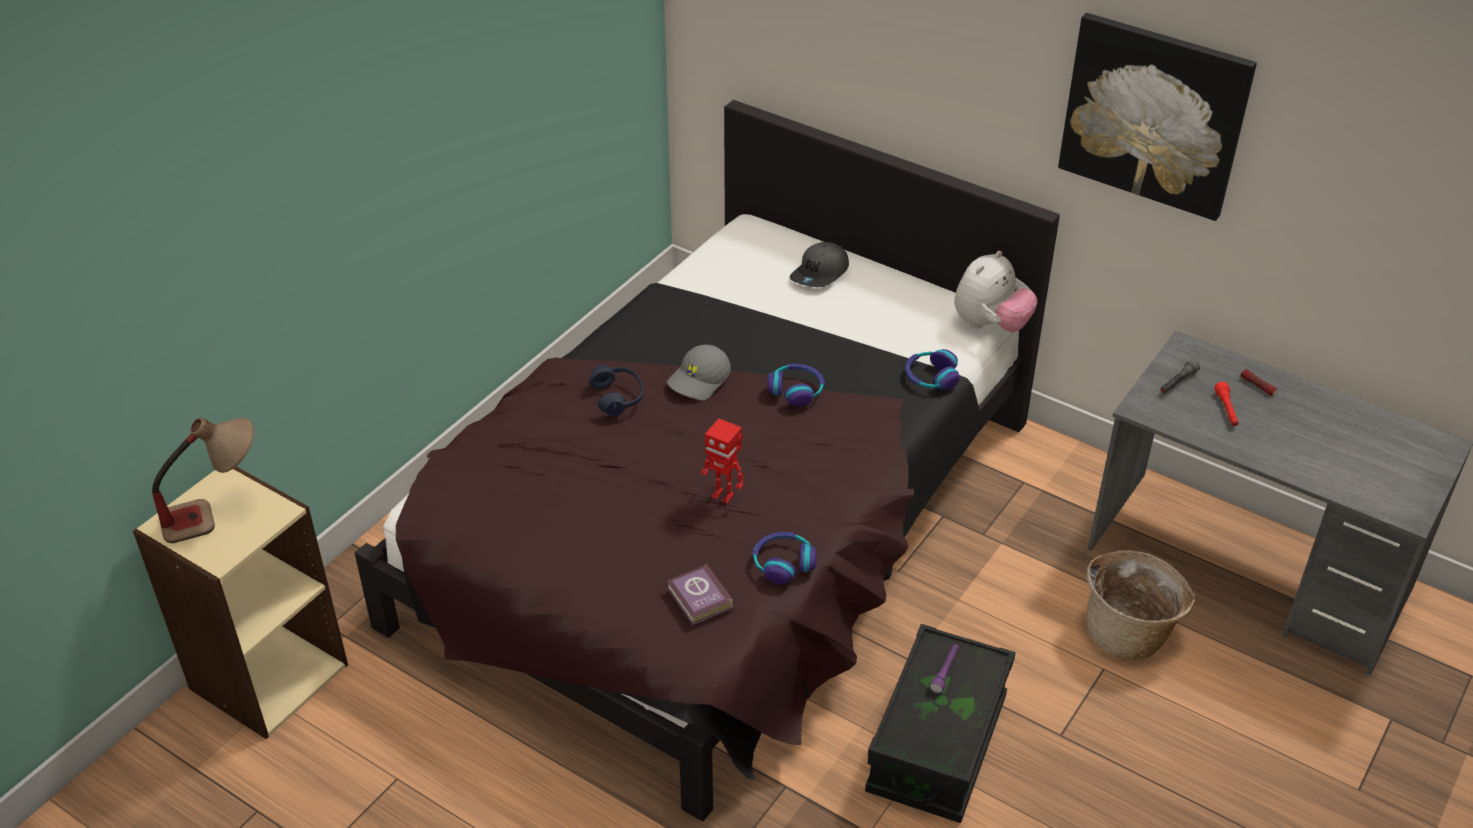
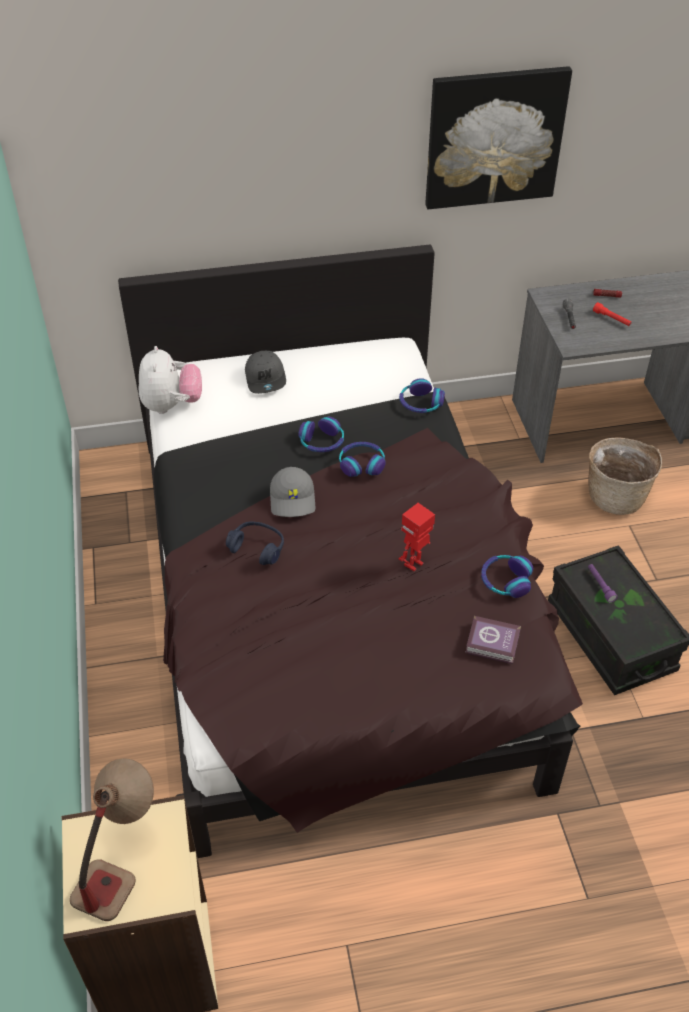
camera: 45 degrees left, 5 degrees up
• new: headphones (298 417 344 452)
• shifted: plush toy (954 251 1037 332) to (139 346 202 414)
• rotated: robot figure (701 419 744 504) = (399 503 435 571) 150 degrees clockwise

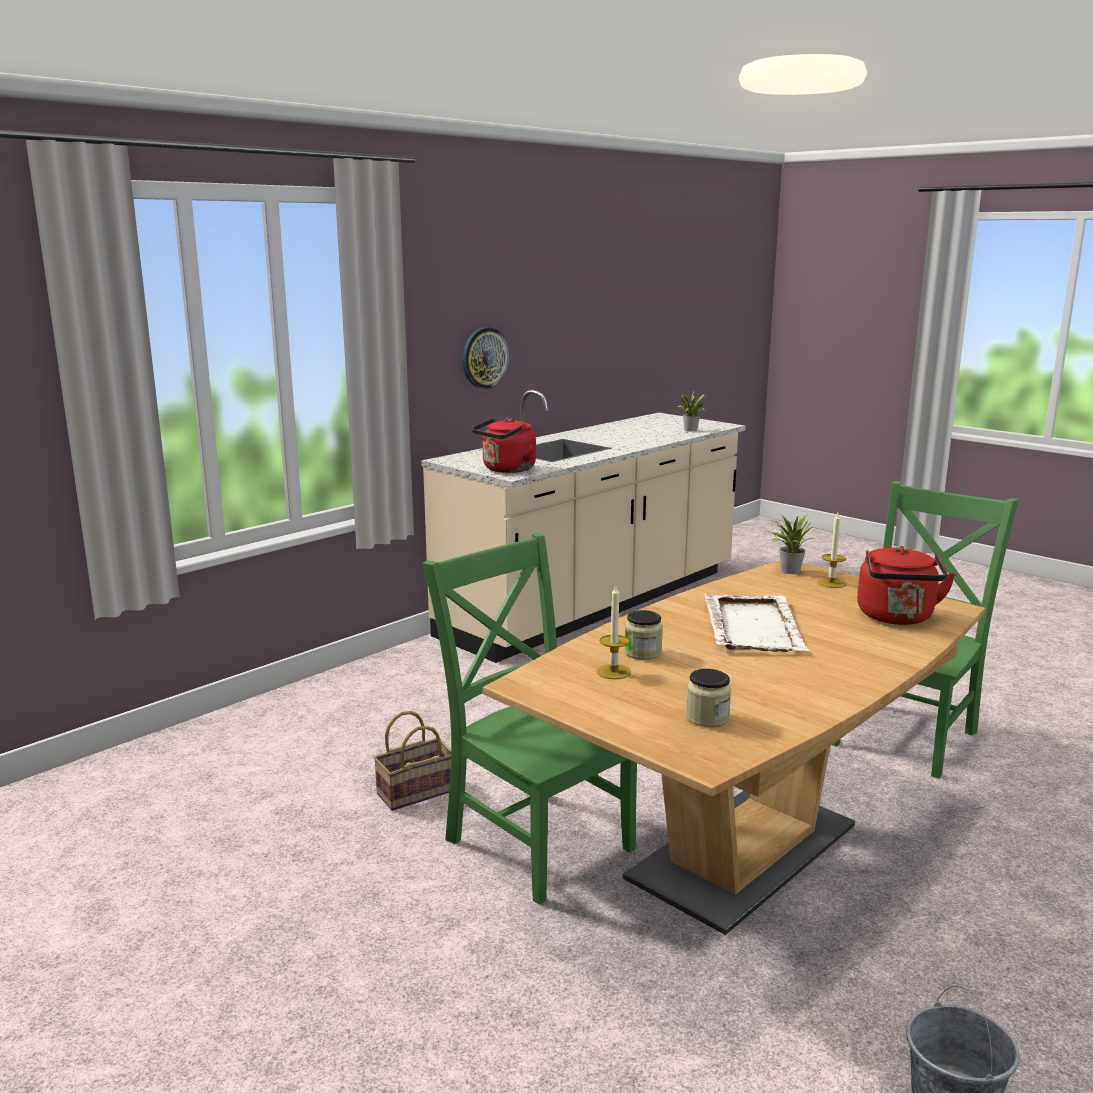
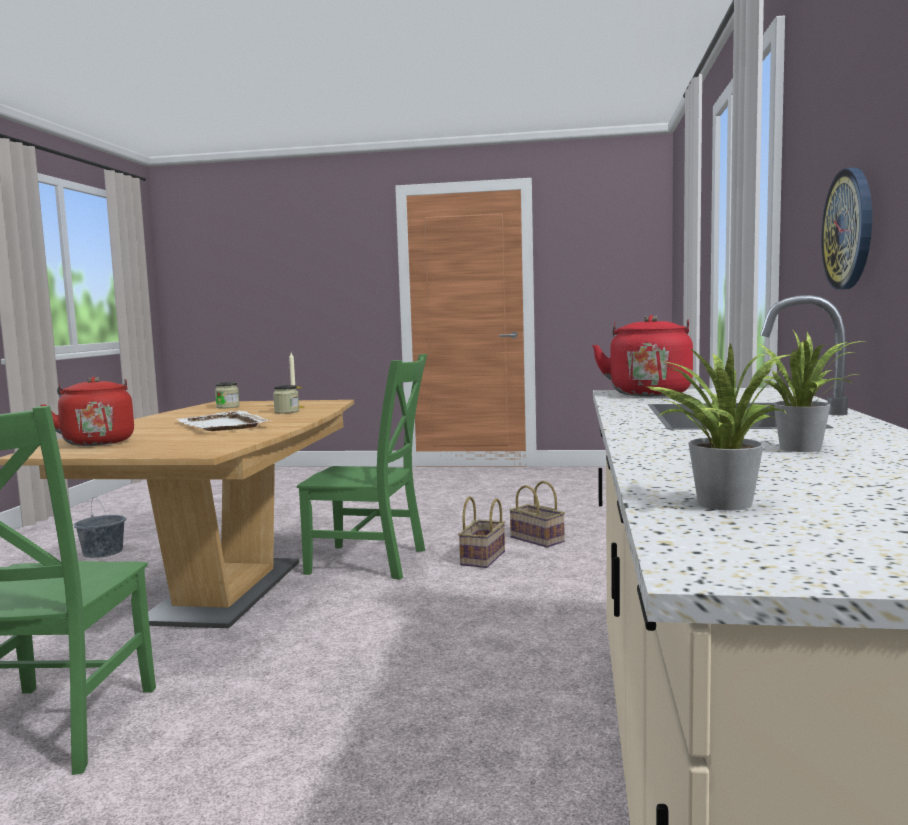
camera: 145 degrees right, 10 degrees down
• gone: candle (817 513 846 588)
• new: storage basket (509 481 565 548)
• shifted: potted plant (766 514 815 574) to (758 329 865 452)

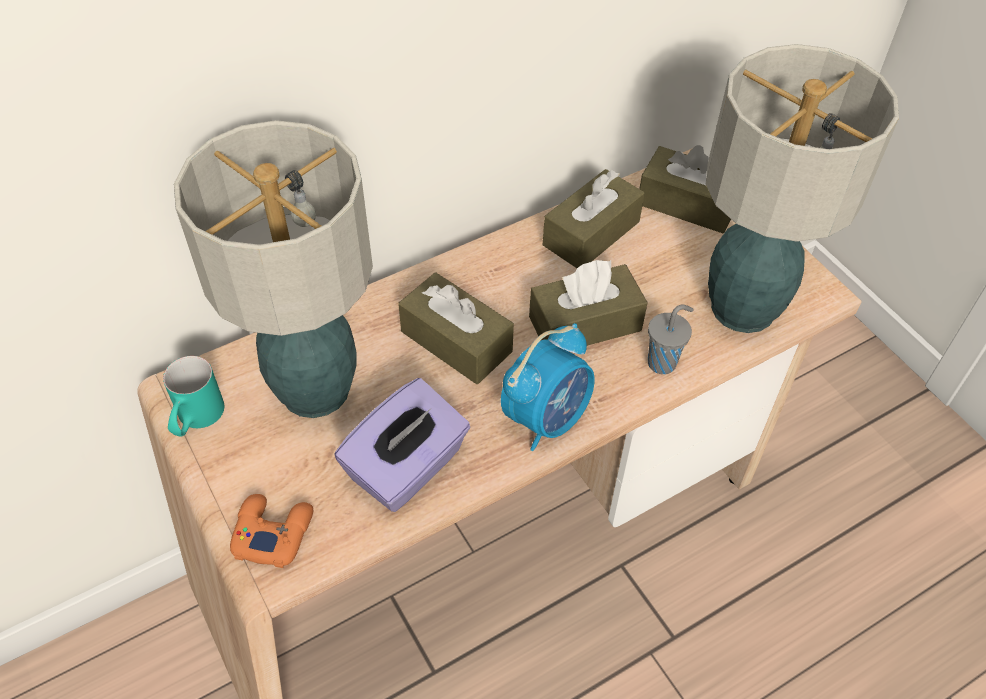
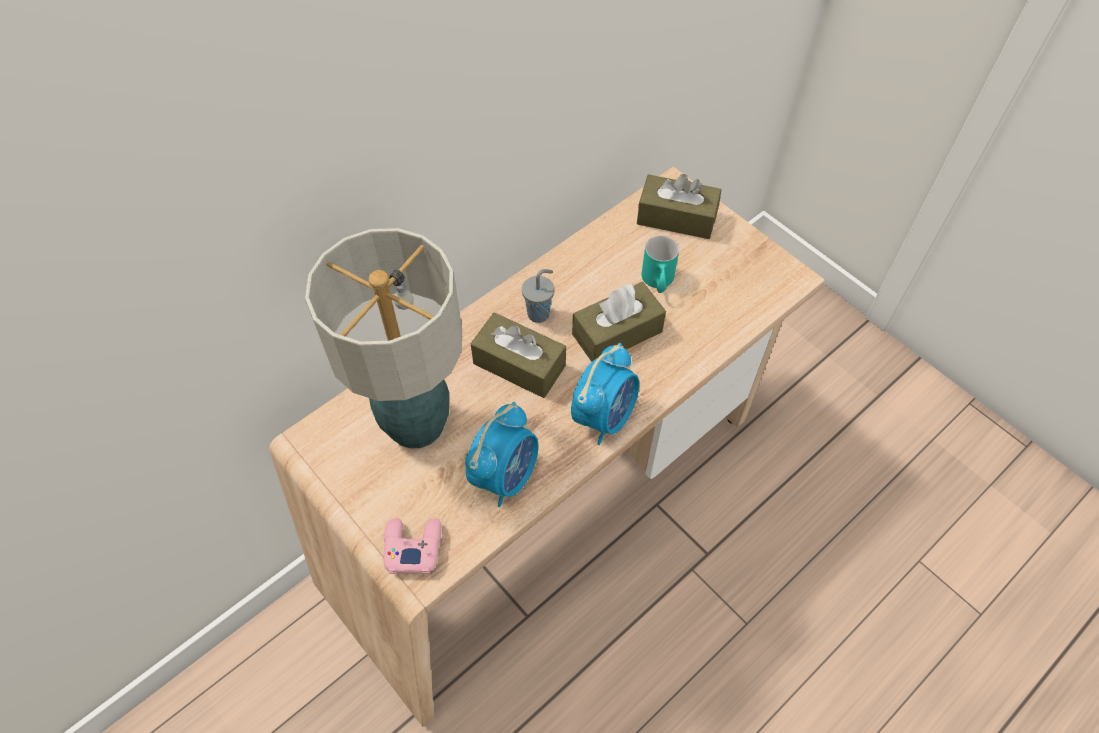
camera: 10 degrees left, 5 degrees up
• gone: brown box of tissues (543 169 645 268)
• gone: tabletop lamp (706 44 899 333)
• shifted: blue-green tea mug (163 356 224 436) to (641 235 679 293)
• shifted: grey small cup (648 304 694 374) to (522 269 555 323)
• swapped: purplish box of tissues (334 378 471 512) to table clock (465 402 538 507)
• repainted: orange gamepad (230 494 313 568) to pink-coloured gamepad (384 518 442 574)

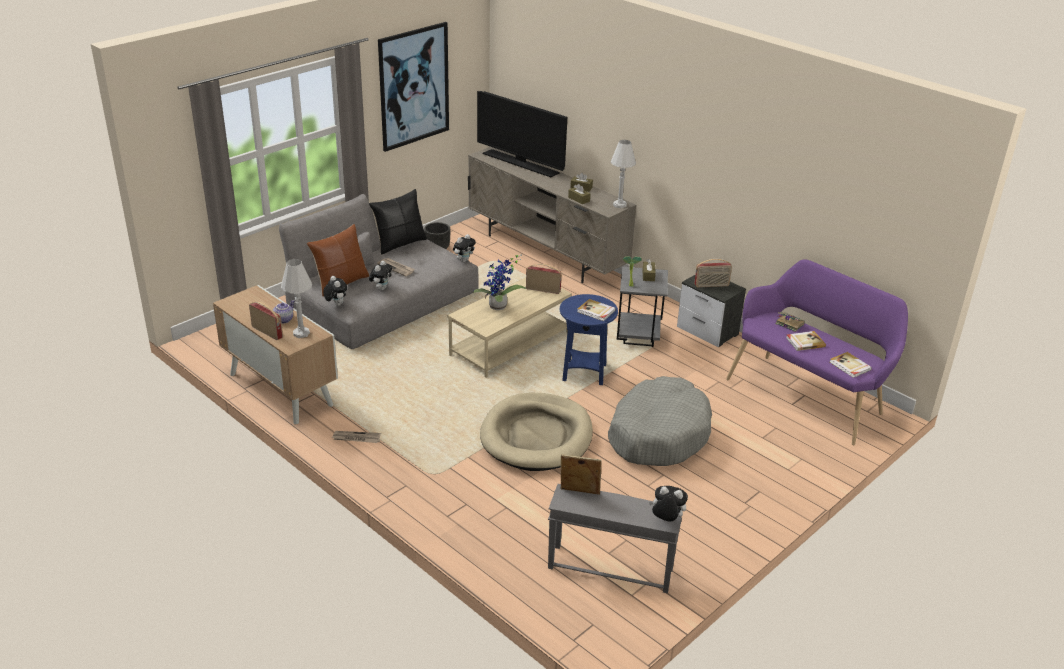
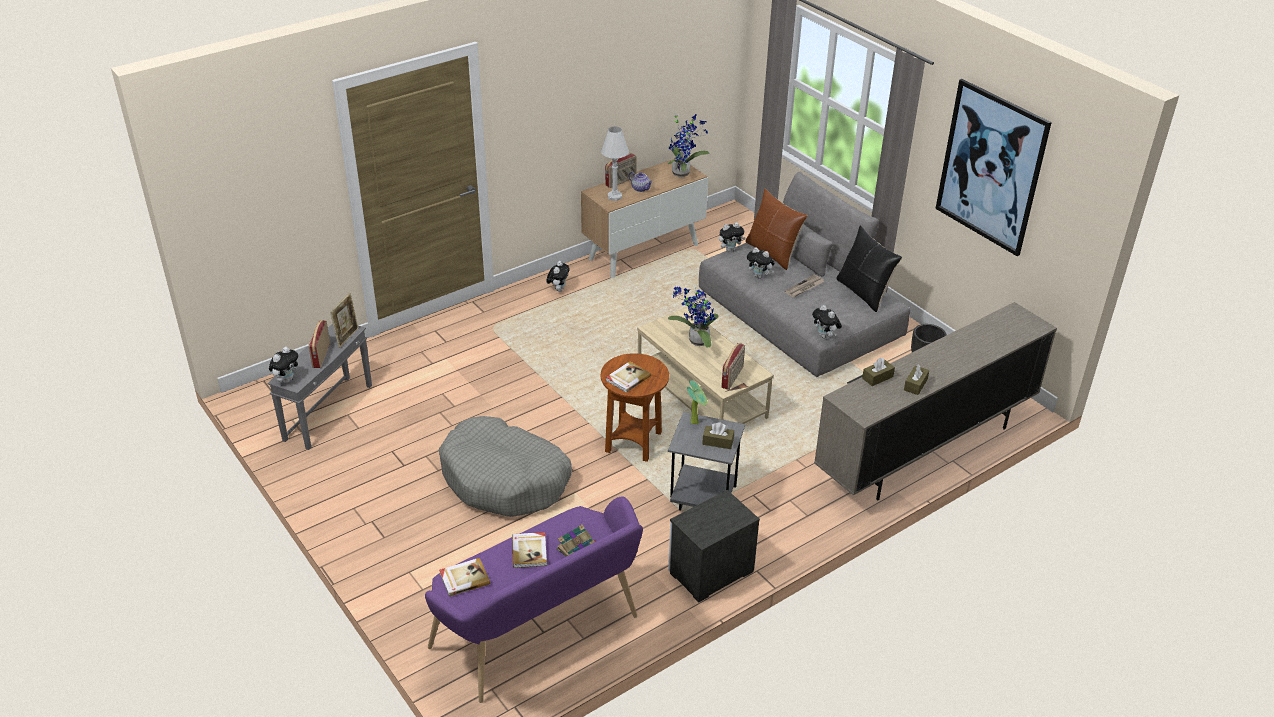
camera: 100 degrees right, 5 degrees up
• gone: television (477 91 567 177)
• gone: beige-coloured dog cushion (480 393 593 471)
• gone: white-coloured tabletop lamp (611 140 636 208)
• new: potted plant (668 114 710 177)
• shifted: radio set (694 259 732 287) to (308 320 330 368)
• swapped: printed paper (331 431 382 443) to plush toy (546 261 570 292)
• repainted: blue end table (560 294 618 385) to brown end table (601 353 669 462)

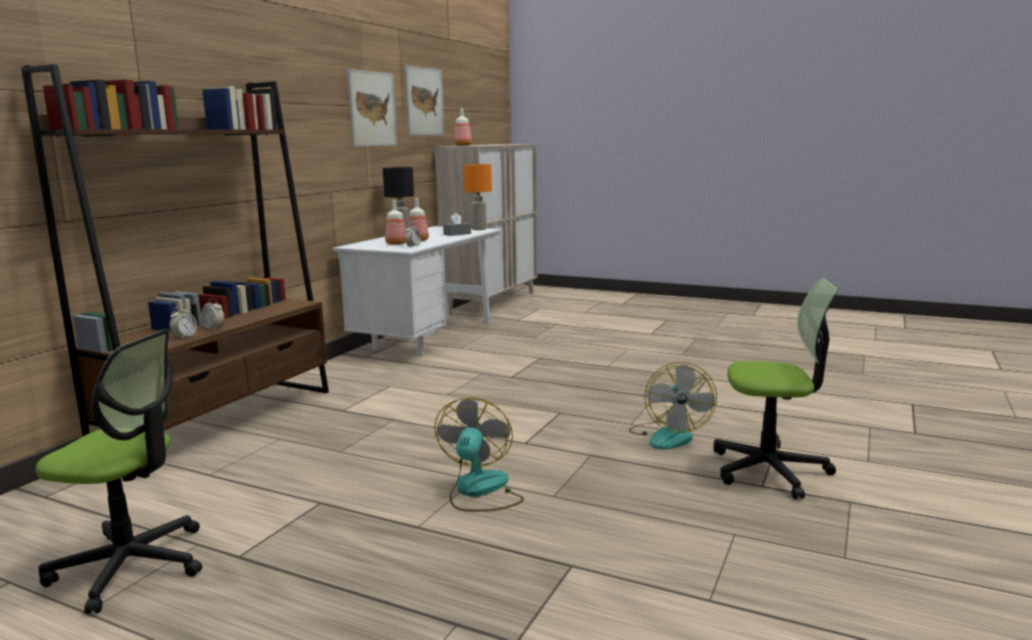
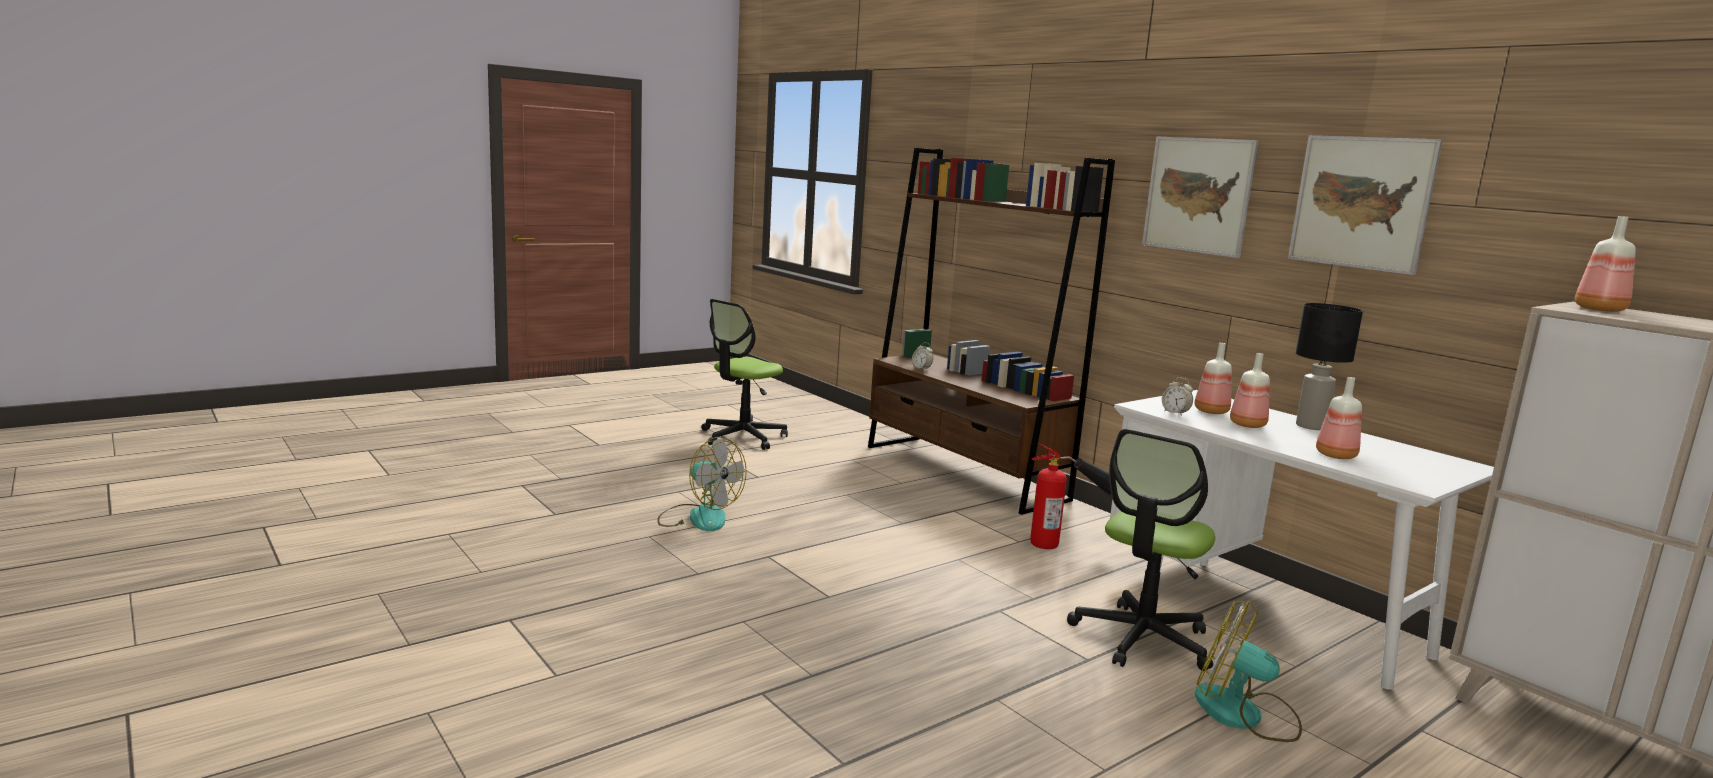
camera: 115 degrees right, 0 degrees up
• gone: table clock (200 298 225 330)
• gone: orange tabletop lamp (463 164 492 230)
• new: extinguisher (1030 443 1111 549)
• shifted: wall art (404 65 444 135) to (1142 136 1258 258)
• shifted: fan (629 362 717 449) to (1195 601 1302 742)
• shifted: desk chair (713 278 838 499) to (1067 429 1215 671)
• swapped: grey box of tissues (443 213 471 236) to bottle (1316 377 1362 459)

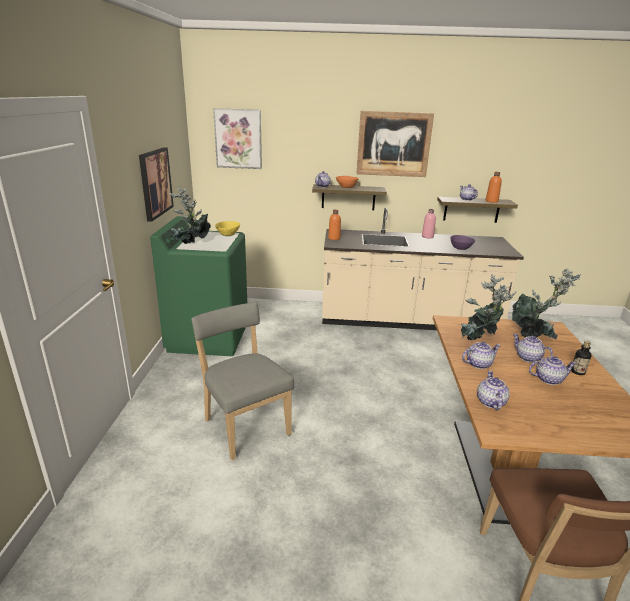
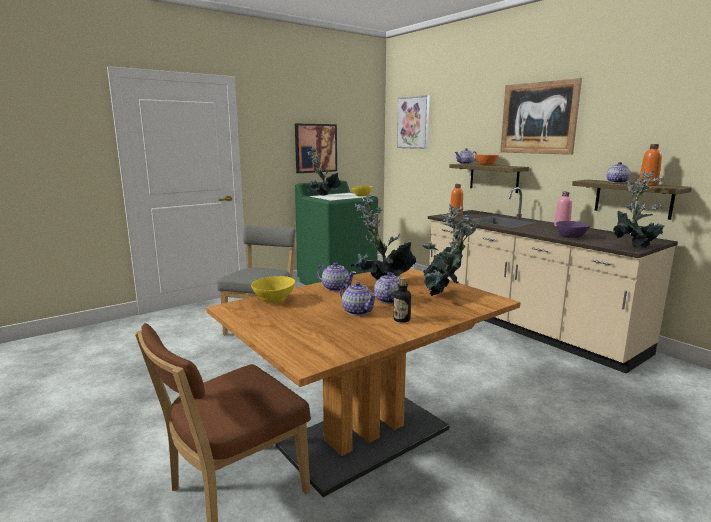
camera: 50 degrees right, 10 degrees down
• new: potted plant (613 171 665 249)
• swapped: teapot (477 371 510 410) to yellowish deep dish (251 276 295 303)

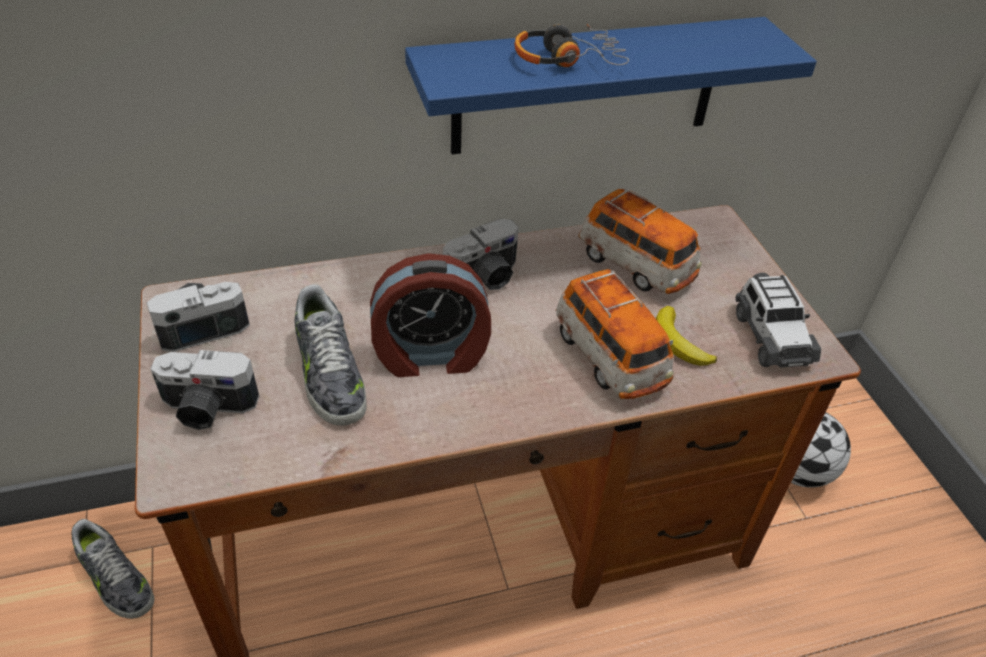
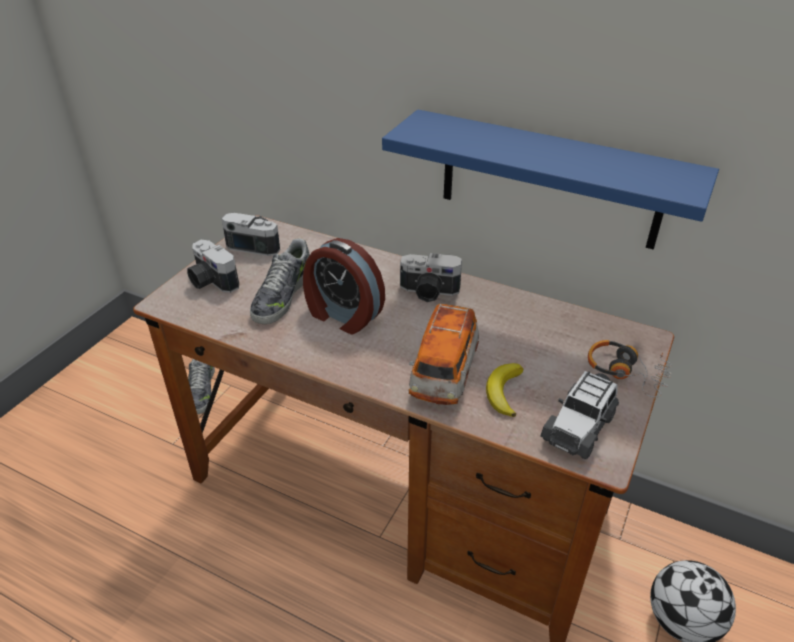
camera: 45 degrees right, 5 degrees down
• gone: model car (578 188 702 294)
• shifted: headphones (514 24 629 67) to (588 340 671 397)

